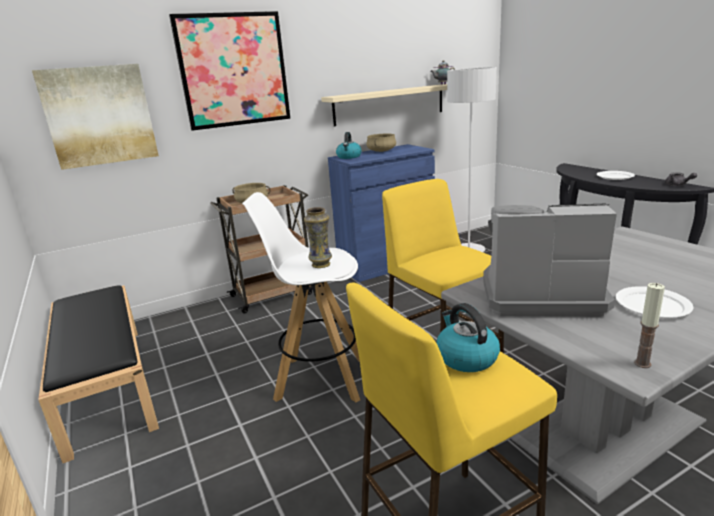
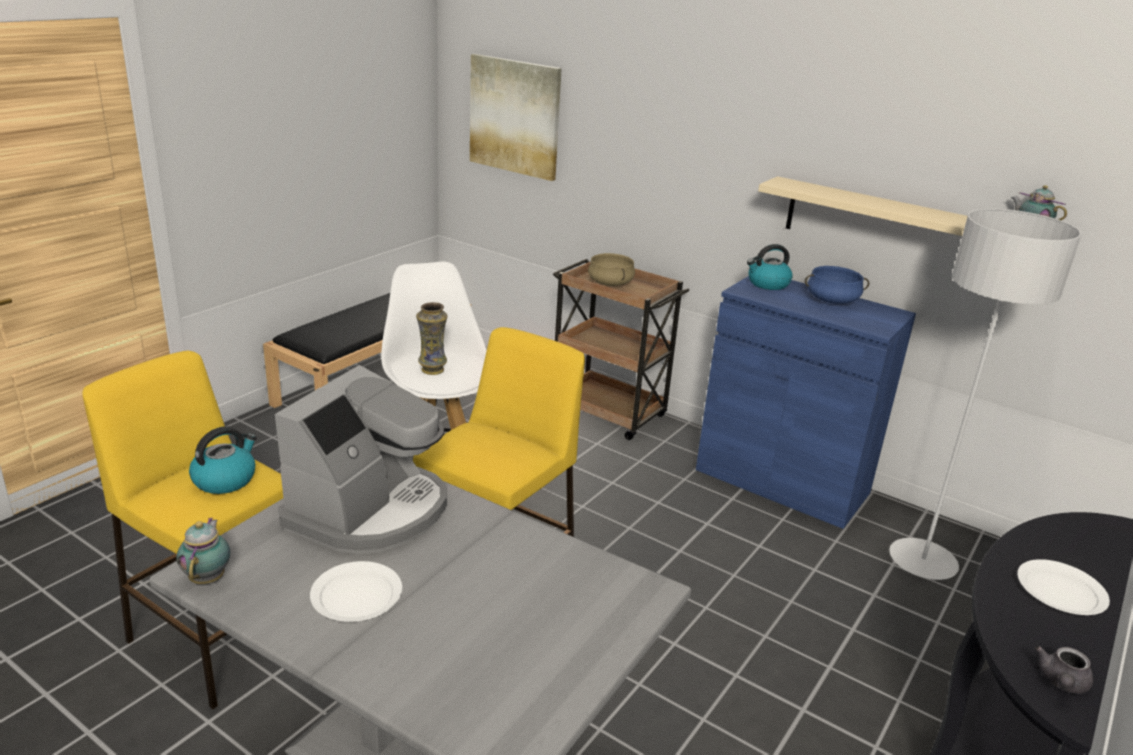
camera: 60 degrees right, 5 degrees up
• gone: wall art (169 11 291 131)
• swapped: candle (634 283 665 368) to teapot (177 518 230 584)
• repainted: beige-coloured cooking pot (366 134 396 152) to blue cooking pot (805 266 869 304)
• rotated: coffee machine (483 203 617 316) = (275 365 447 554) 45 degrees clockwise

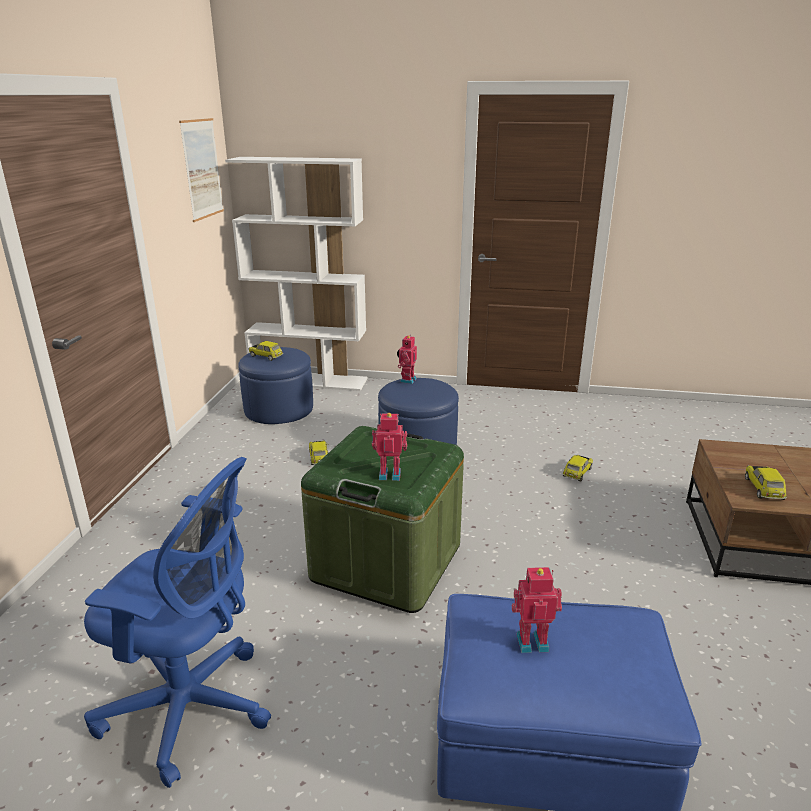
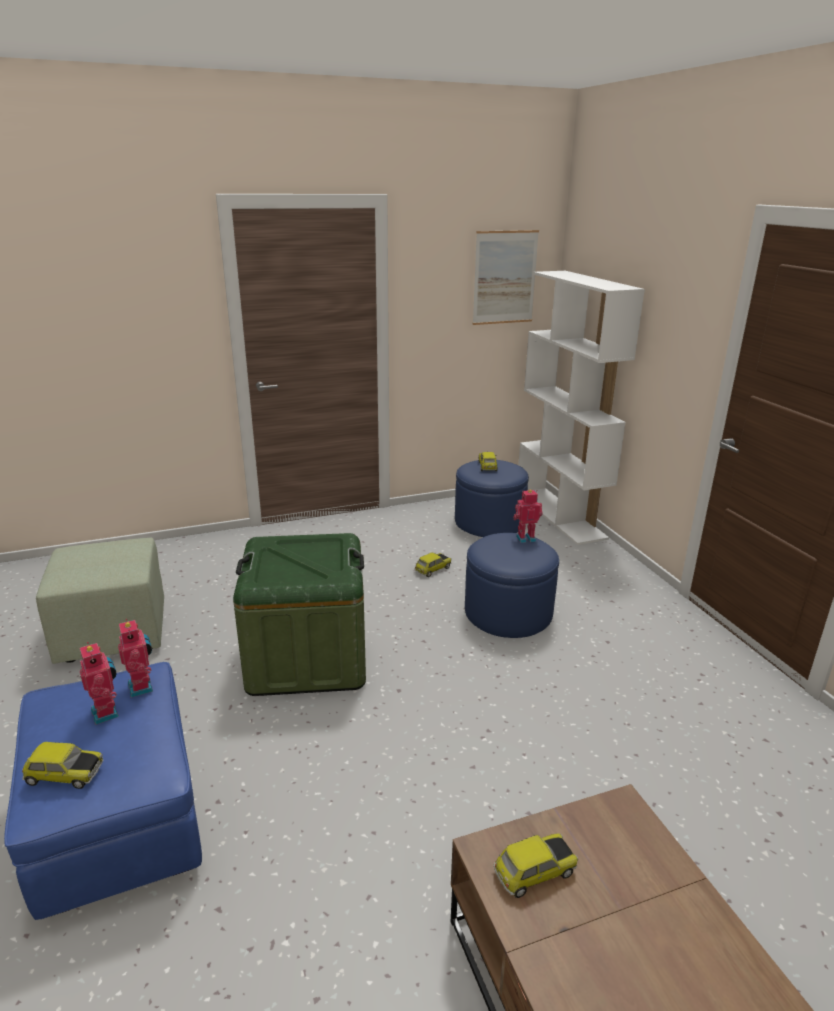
camera: 60 degrees right, 0 degrees up
• shifted: robot figure (372 413 407 481) to (118 619 153 698)
• shifted: model car (563 455 593 481) to (22 742 104 789)
• swapped: blue desk chair (84 457 271 788) to greenish ottoman (36 538 164 664)

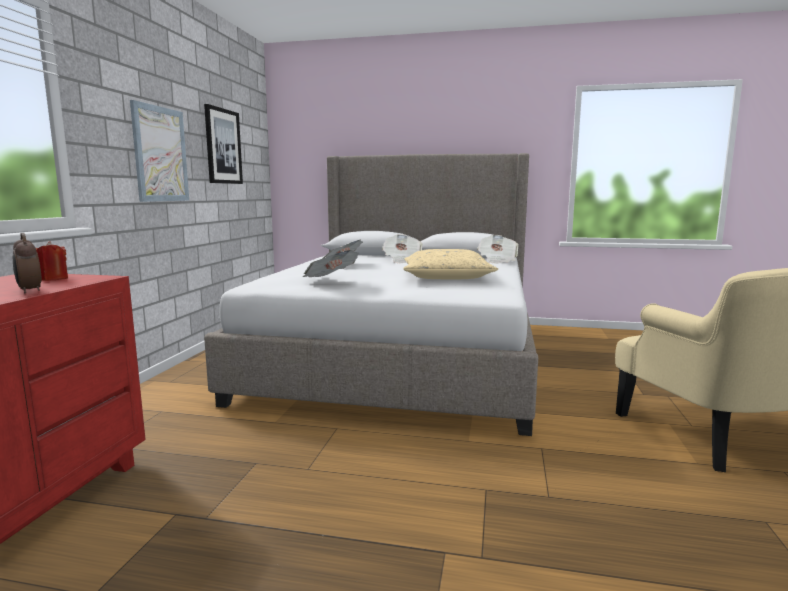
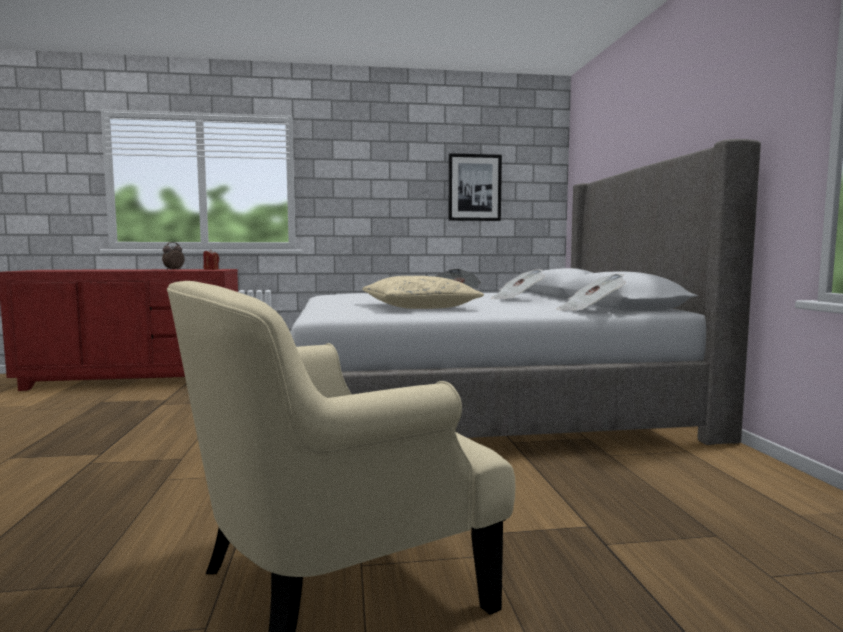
camera: 70 degrees right, 5 degrees down
• gone: wall art (130 100 189 202)
• gone: printed paper (302 250 359 277)

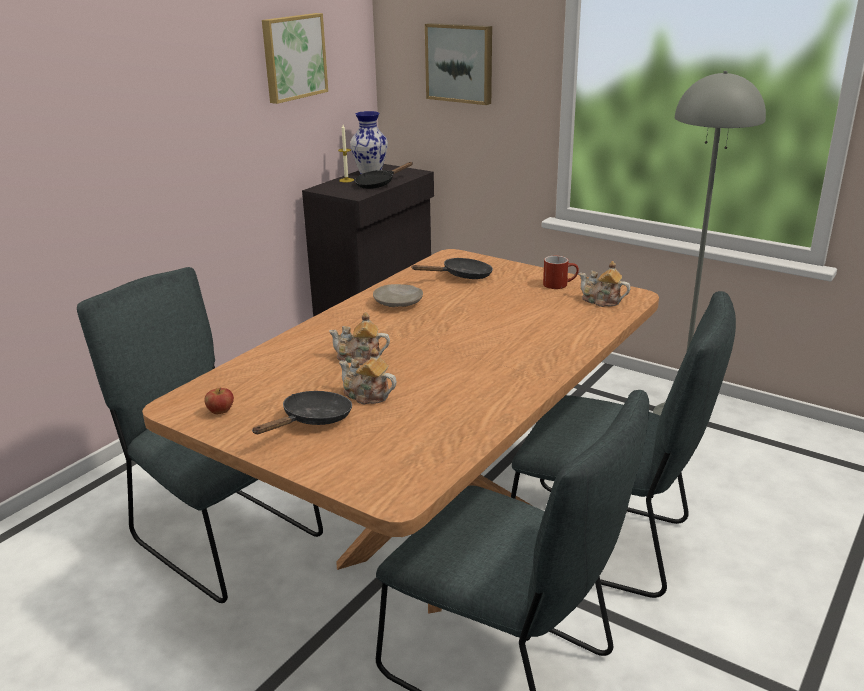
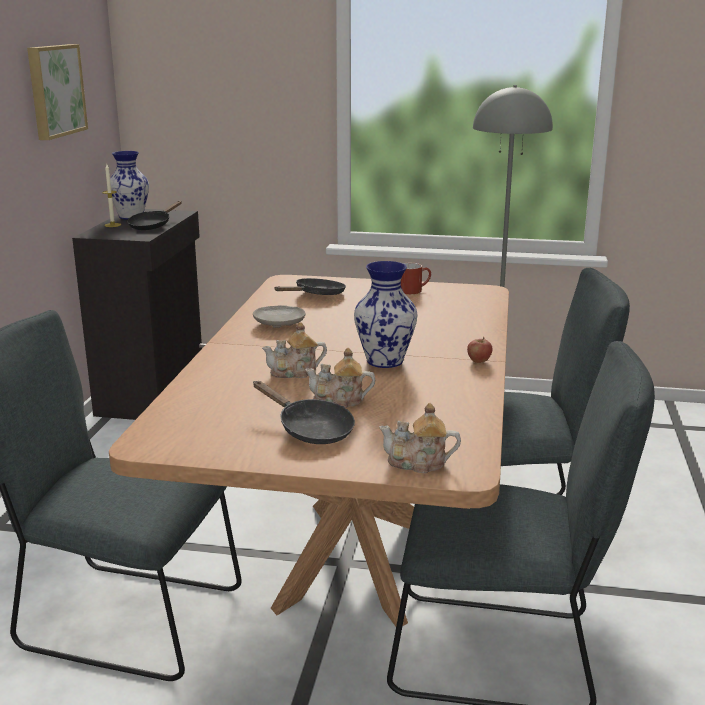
camera: 25 degrees left, 5 degrees down
• gone: wall art (425 23 492 105)
• new: decorative vase (354 261 417 368)
• shifted: whole apple (204 387 234 414) to (467 337 493 363)
• shifted: teapot (579 261 630 307) to (379 403 461 473)
• rotated: blackish skillet (253 391 352 434) = (253 381 355 444) 120 degrees clockwise

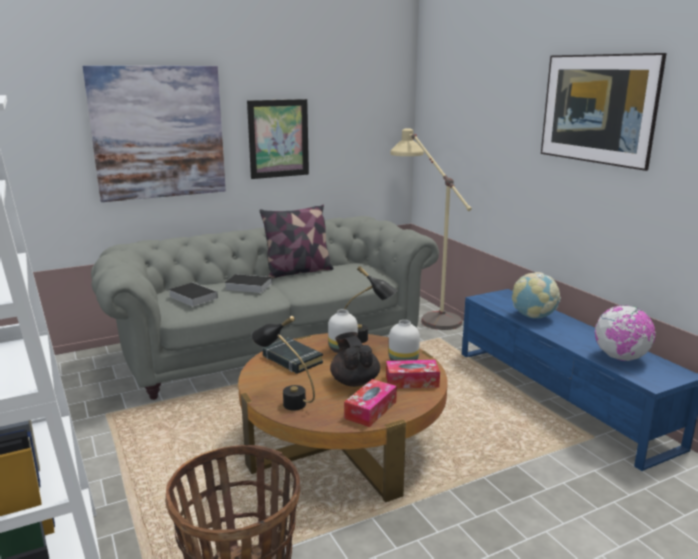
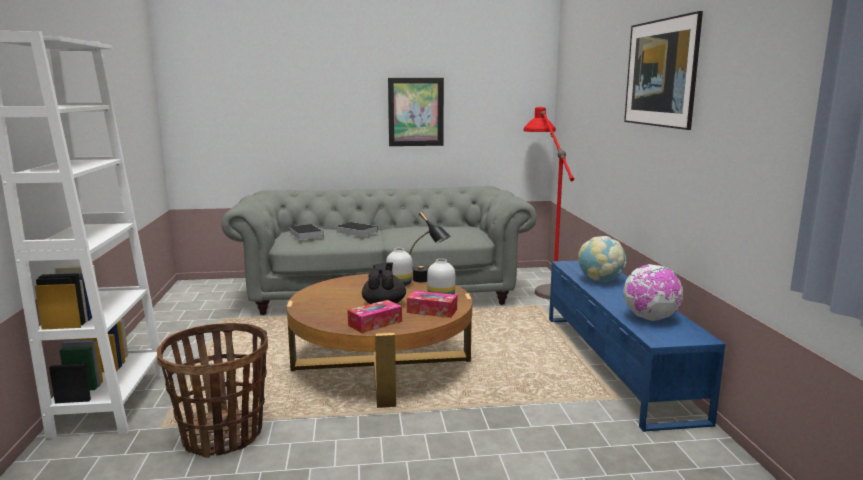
camera: 20 degrees right, 5 degrees down
• gone: wall art (83 66 226 202)
• gone: blackish tabletop lamp (251 316 315 410)
• gone: throw pillow (259 205 334 279)
• gone: blackish volume (263 338 323 374)
• repainted: beige-coloured standard lamp (390 128 472 330) to reddish standard lamp (524 107 574 300)

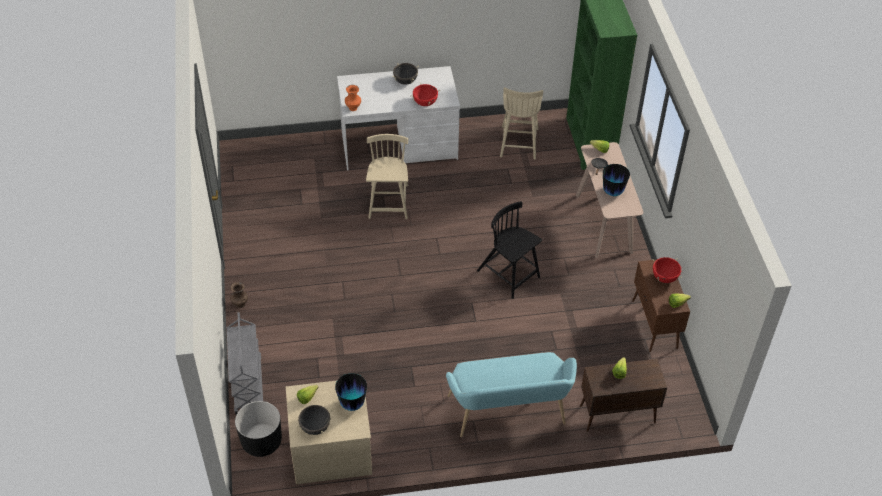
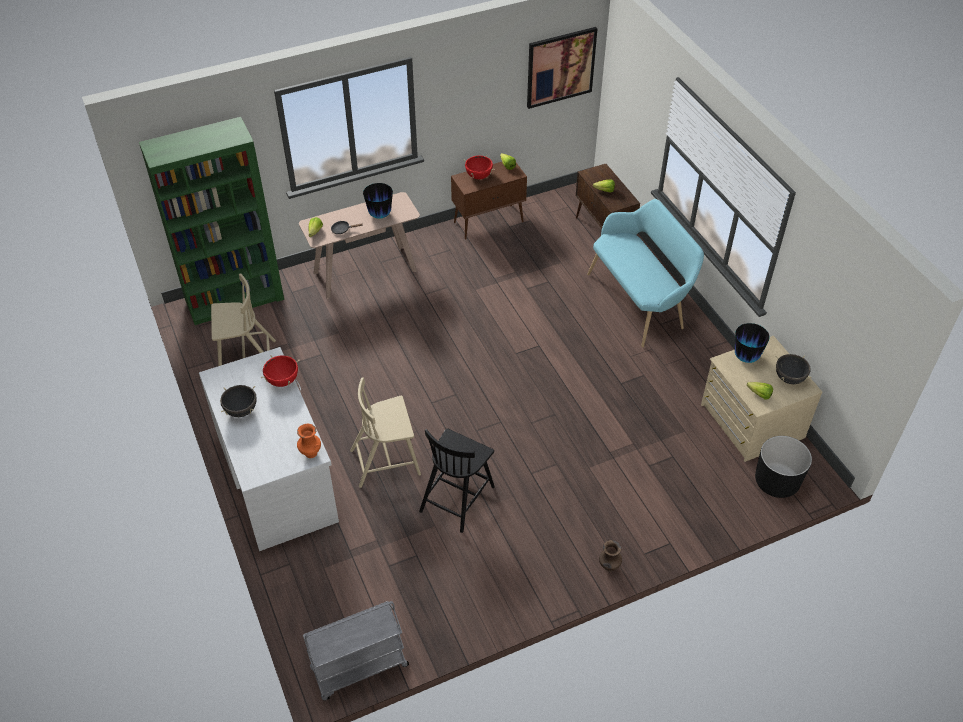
camera: 105 degrees left, 0 degrees up
• new: wall art (527 27 598 109)
• shifted: grey cart (227 312 263 415) to (303 601 409 701)
• shifted: blackish plain chair (477 201 542 299) to (419 428 495 533)

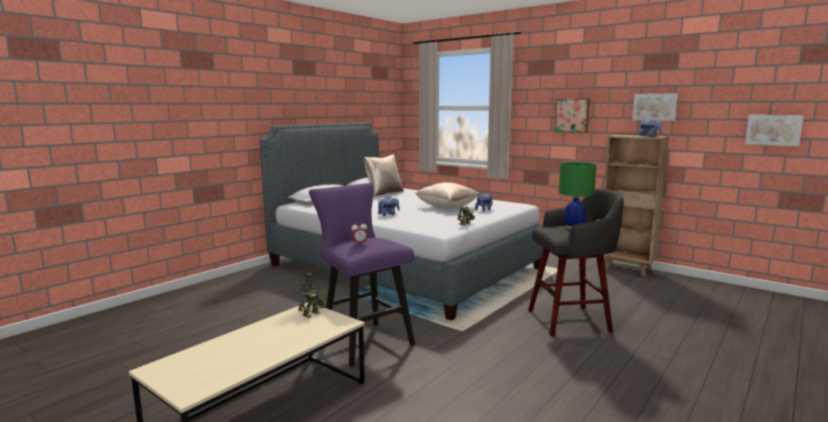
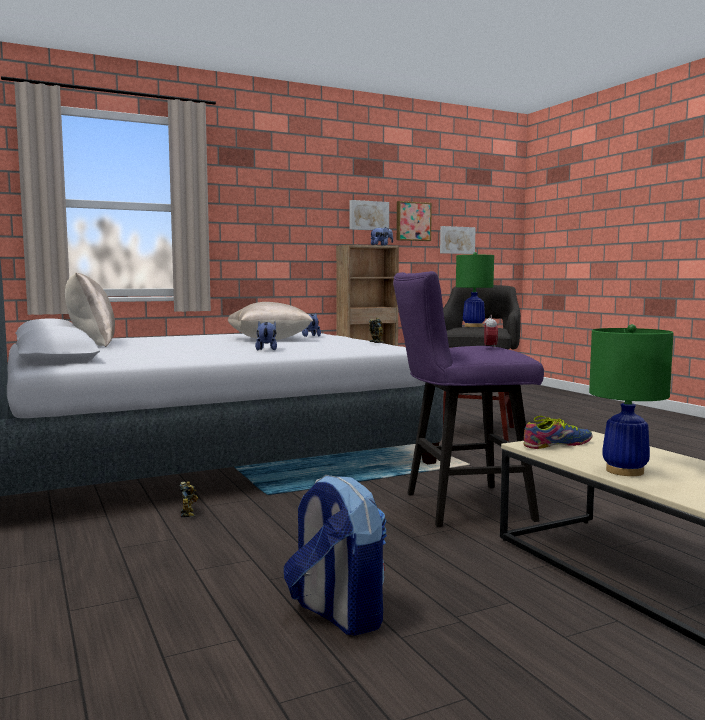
camera: 65 degrees left, 5 degrees down
• new: rucksack (284 475 387 635)
• new: greenish tabletop lamp (589 324 674 476)
• shifted: wall art (554 98 590 133) to (397 201 432 241)
• swapped: robot figure (298 290 326 318) to item of footwear (524 416 593 449)

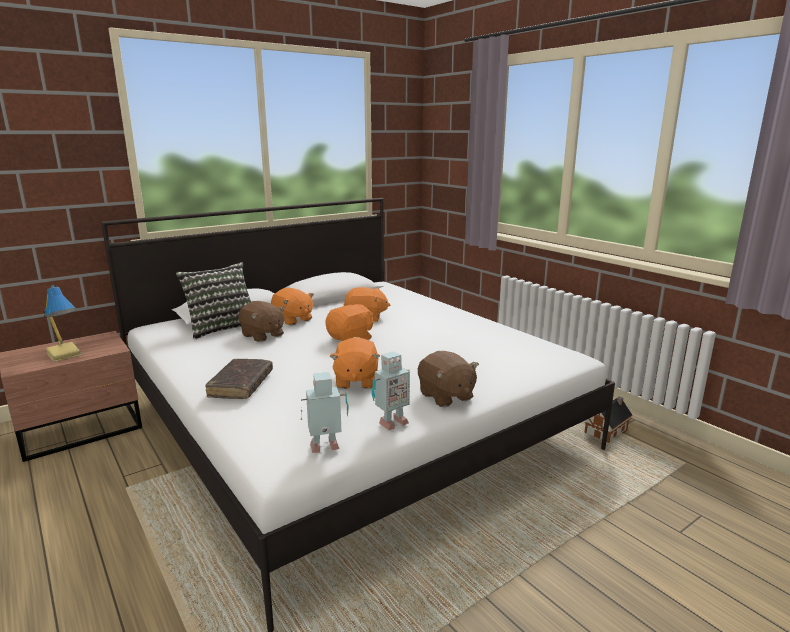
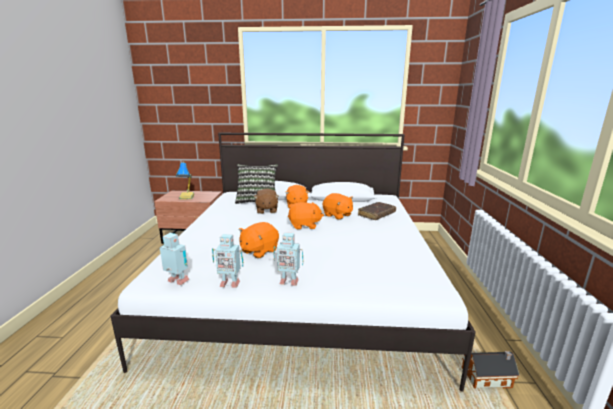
camera: 40 degrees right, 0 degrees up
• shifted: brown volume (205 359 273 399) to (358 202 396 220)
• swapped: brown plush toy (418 351 479 407) to robot figure (273 232 304 286)

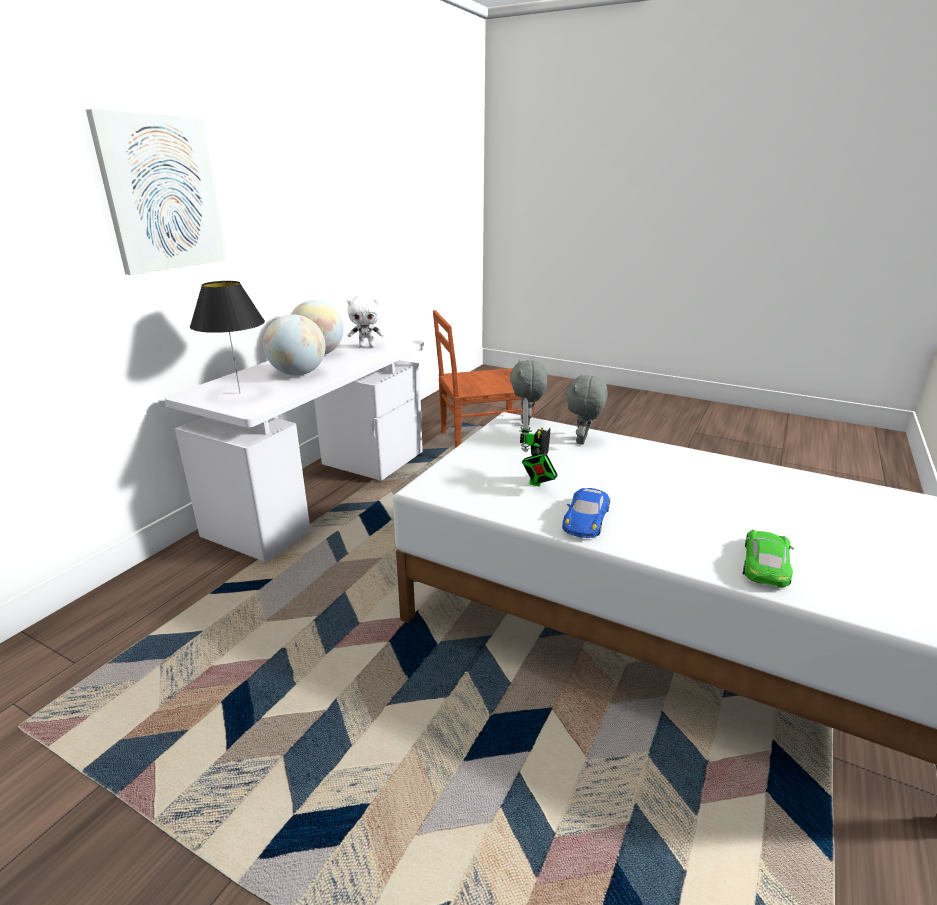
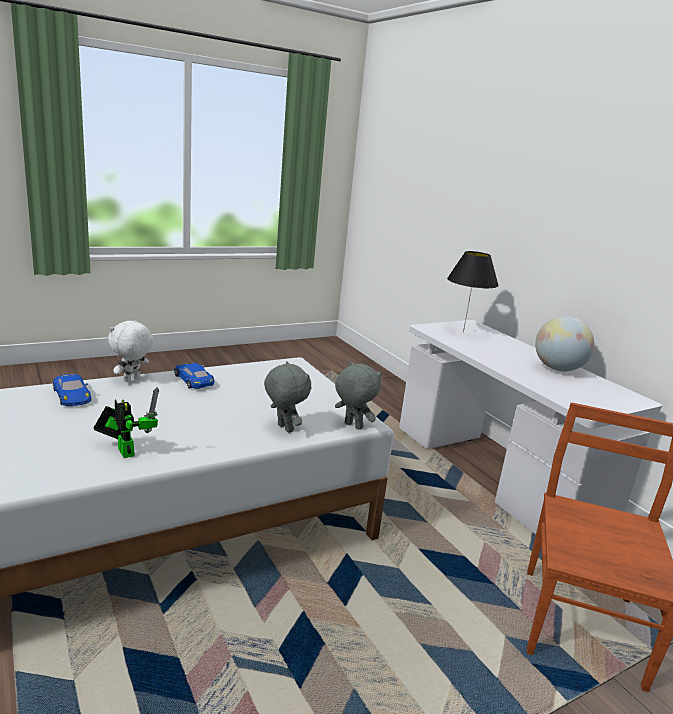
camera: 120 degrees right, 5 degrees down
• gone: wall art (86 109 227 275)
• gone: desk globe (263 314 326 376)
• shifted: white-coloured plush toy (347 295 384 348) to (108 320 153 382)
• shifted: robot figure (519 398 558 487) to (94 387 159 458)
• repainted: greenish model car (743 529 794 588) to blue model car (53 374 91 406)

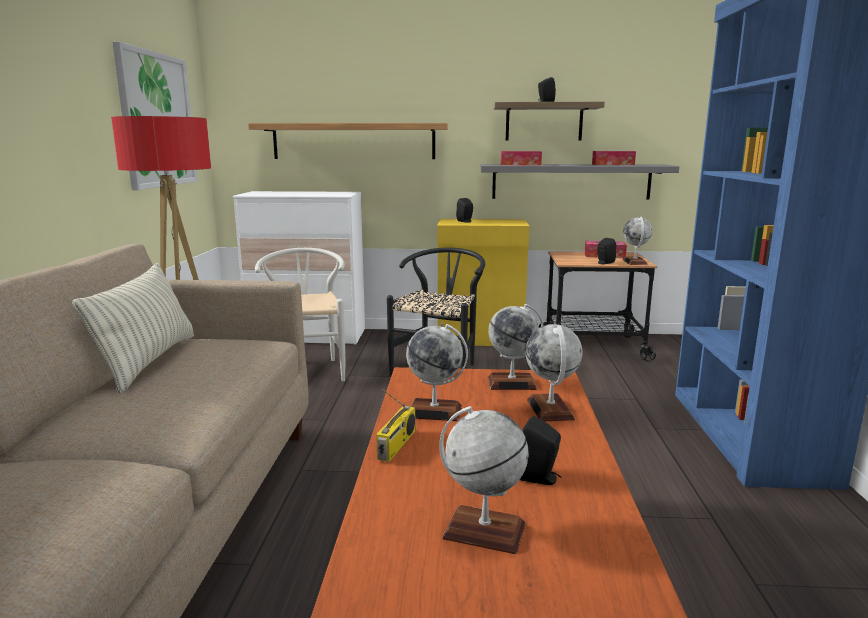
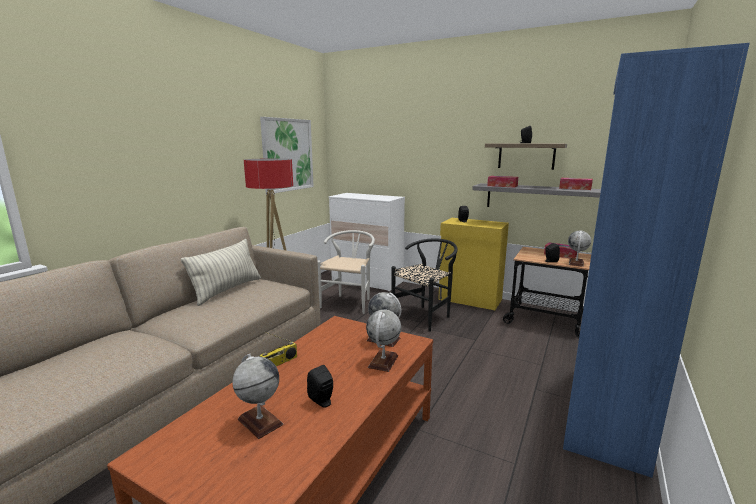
camera: 25 degrees right, 0 degrees up
• gone: wall shelf (248 123 448 159)
• gone: desk globe (406 324 468 421)

